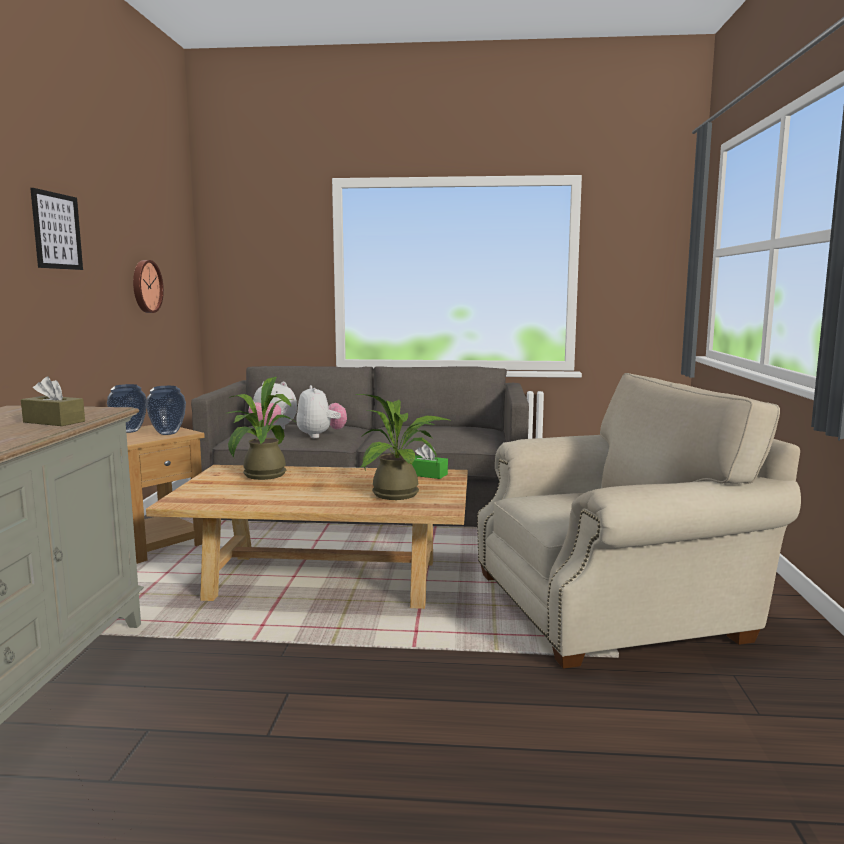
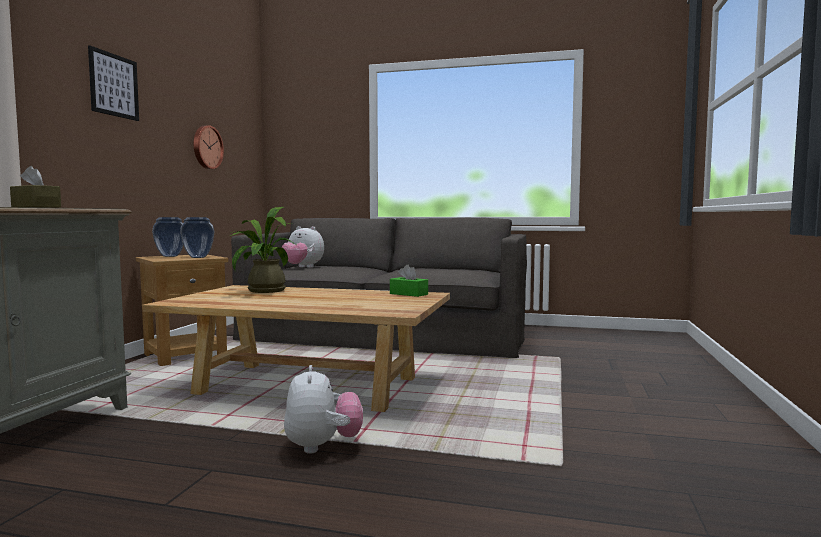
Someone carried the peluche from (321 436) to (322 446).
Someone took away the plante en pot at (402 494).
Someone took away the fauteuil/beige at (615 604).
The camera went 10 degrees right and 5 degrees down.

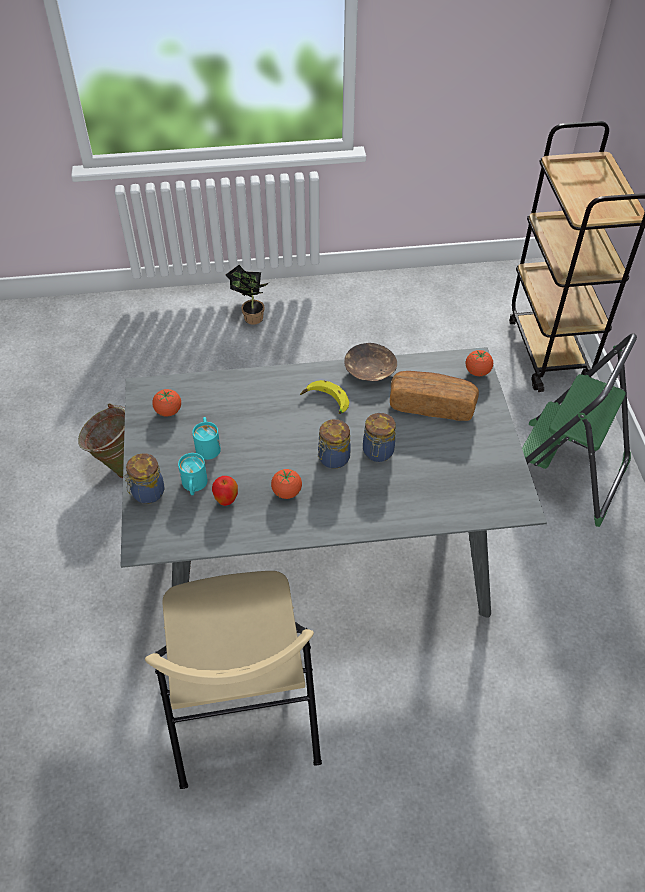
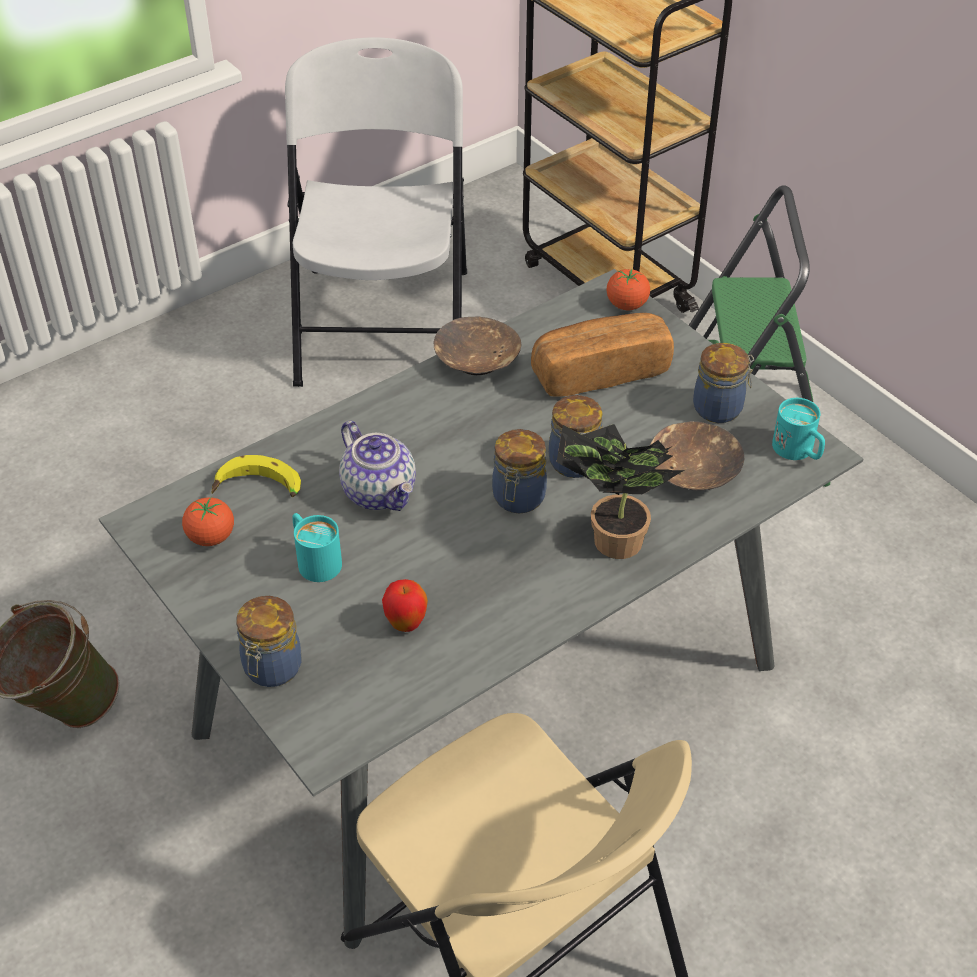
Someone carried the mug/turquoise from (194 486) to (798 452).
Someone carried the plante en pot from (250 317) to (610 542).
Someone took away the tomate at (287 492).
Someone carried the banane from (325 402) to (257 490).
Someone put down the chaise/blanc at (384 327).
Someone put down the théière at (380 492).
Someone put down the bol/marron at (694 469).
Someone put down the bocal at (720 408).
The camera went 30 degrees left and 5 degrees down.

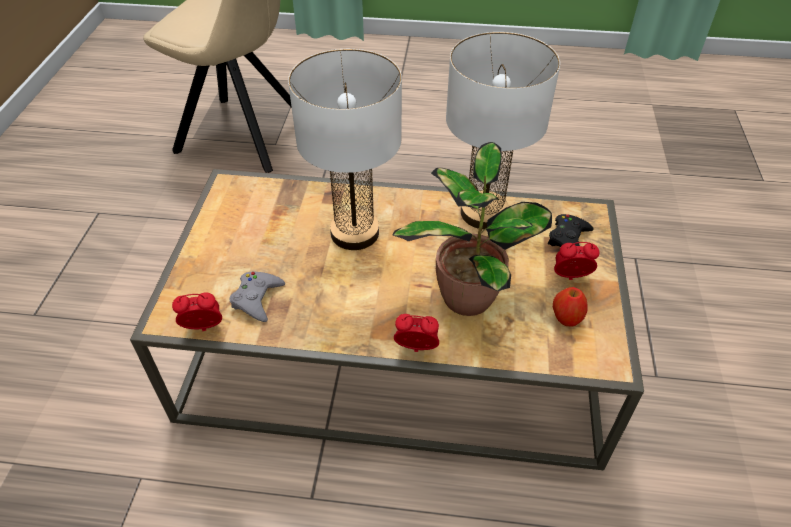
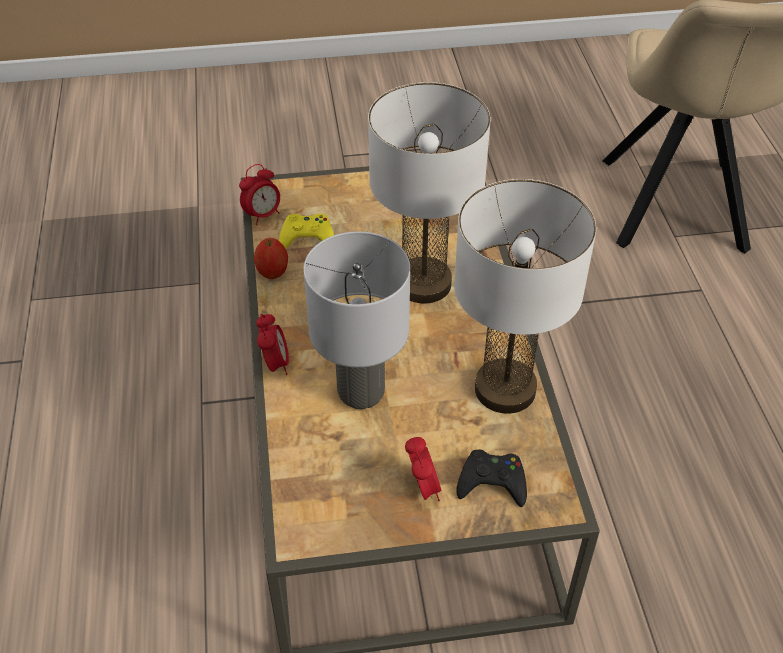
Someone rotated the réveil at (204 328) by 75 degrees clockwise.
Someone repainted the manette/gris at (257 299), which became the manette/jaune at (307 237).
Someone swapped the plante en pot at (467 294) for the lampe de table/blanc at (364 393).
Someone carried the pomme from (566 319) to (273 272).
The camera went 75 degrees right and 0 degrees up.

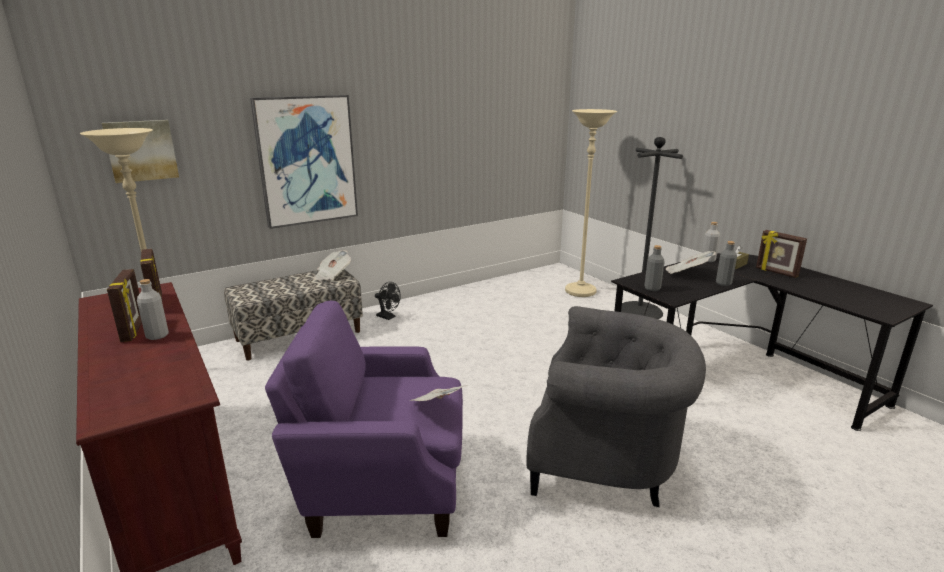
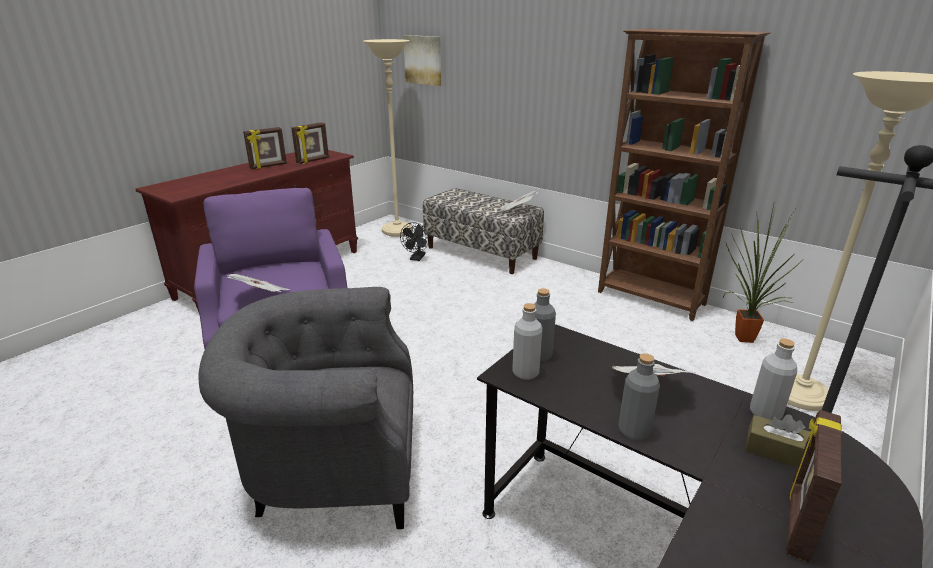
Someone carried the bouteille/gris from (157 336) to (525 372).
Someone took away the tableau at (306 160).
Someone carried the ventilateur/noir from (388 317) to (417 258).
Someone rotated the fauteuil/gris at (604 465) by 90 degrees clockwise.
Someone put down the bibliothèque/marron at (651 299).
Someone put down the plante en pot at (740 338).
The camera went 70 degrees right and 5 degrees up.

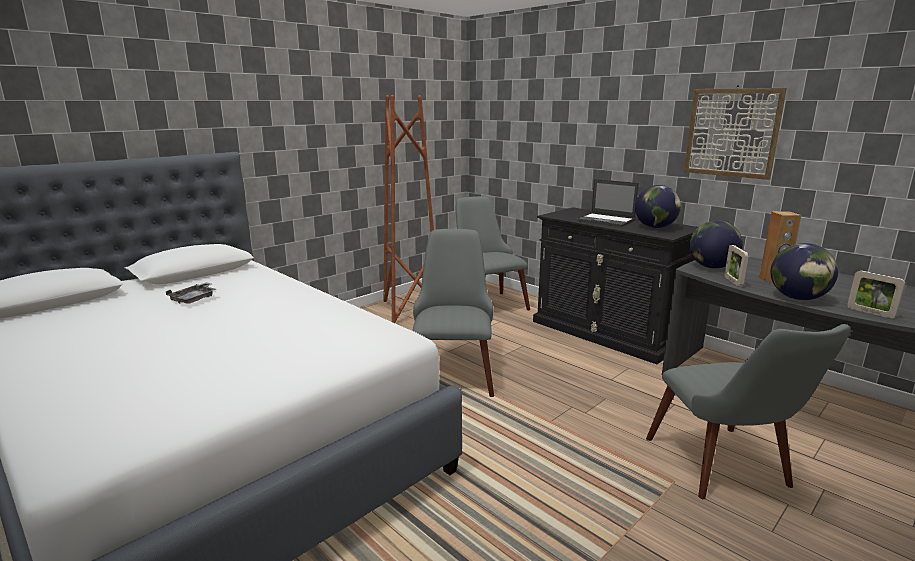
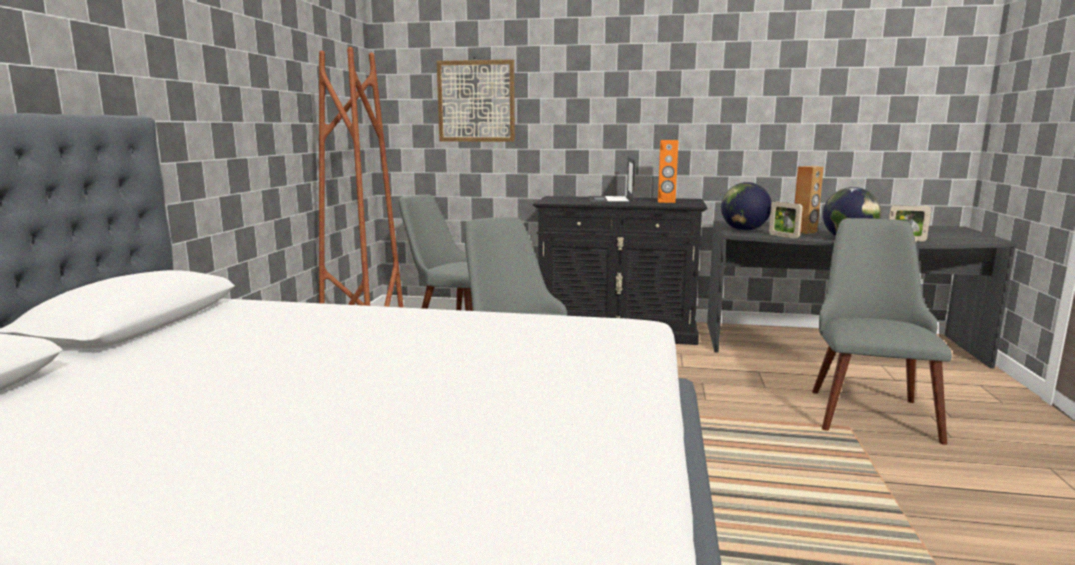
Someone took away the plateau/gris at (194 299).
Someone rotated the ordinateur portable at (606 220) by 90 degrees clockwise.
Someone swapped the globe at (655 227) for the enceinte/orange at (666 201).
Someone rotated the chaise/gris at (727 471) by 120 degrees counterclockwise.
Someone carried the tableau from (732 131) to (476 100).
The camera went 35 degrees left and 5 degrees down.

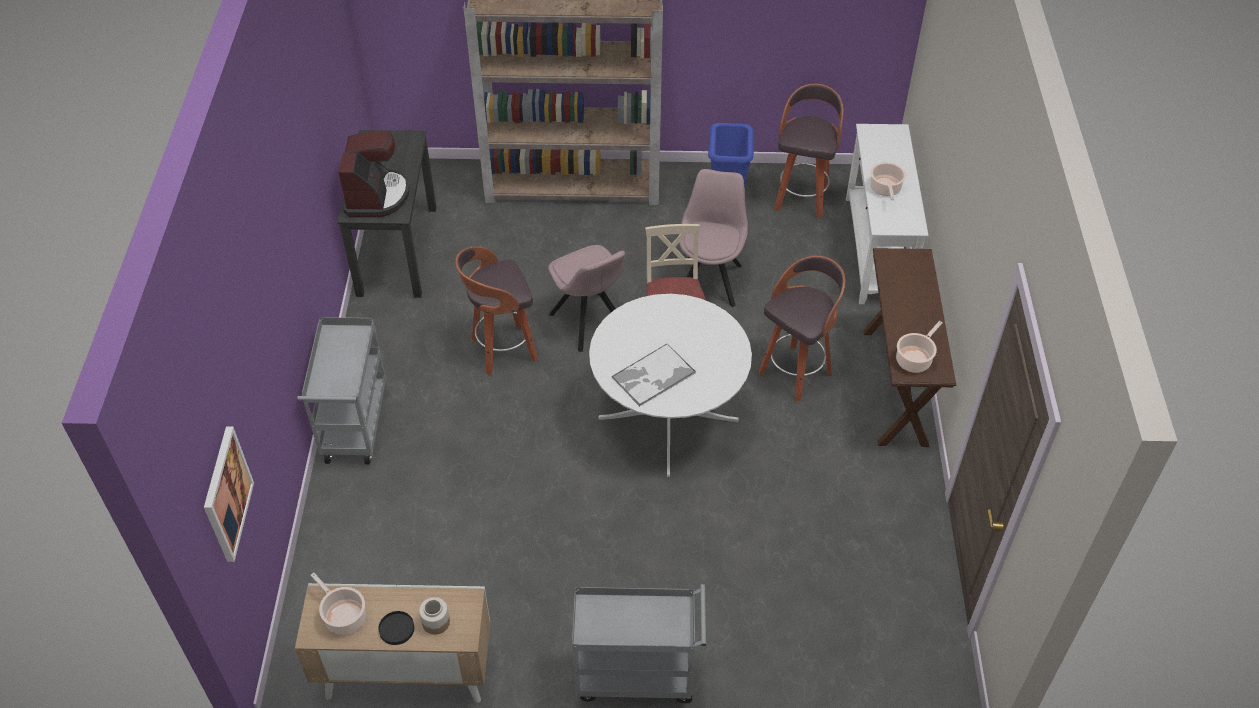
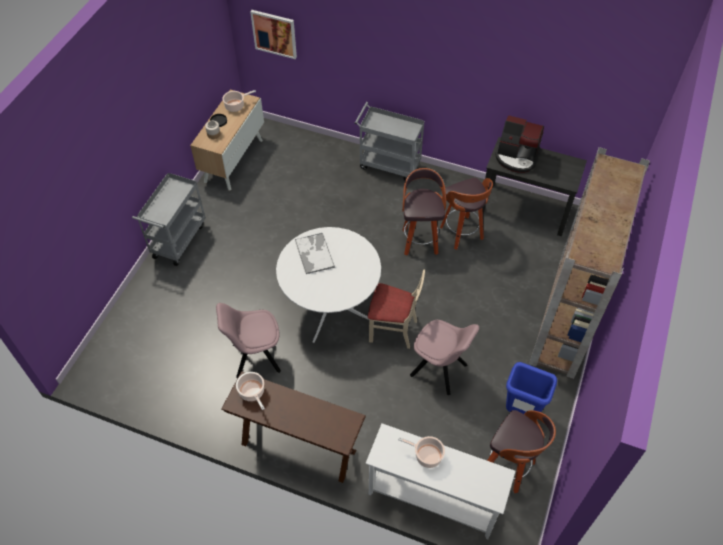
Someone carried the chaise/rose from (589 322) to (256 357).
Someone carried the tabouret from (796 372) to (462 234).
The camera went 110 degrees right and 5 degrees up.

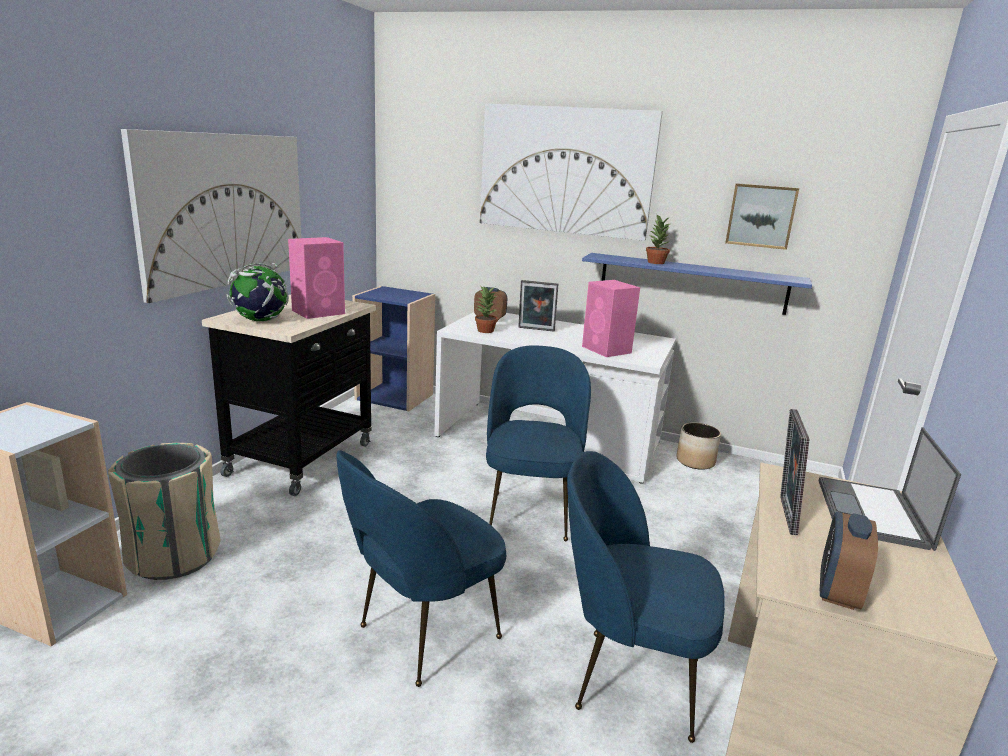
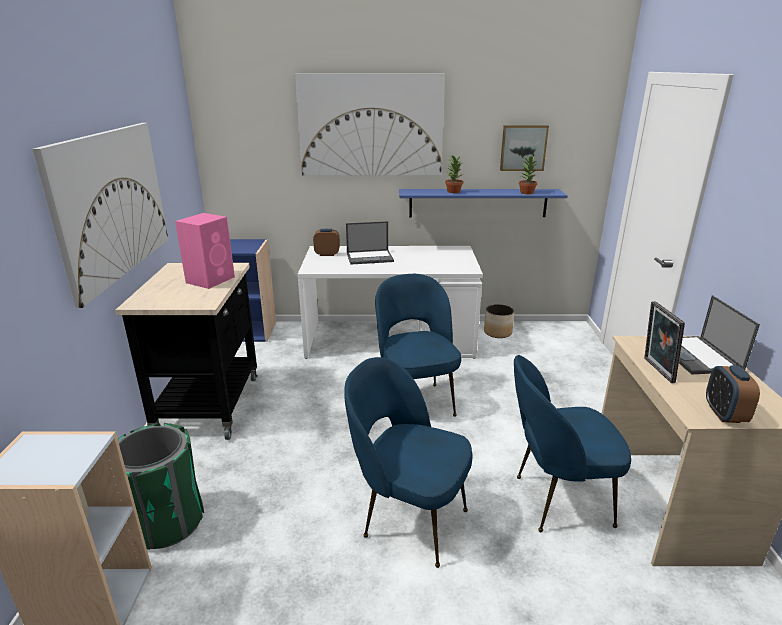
Someone repainted the poubelle/beige at (173 556), which became the poubelle/vert at (165 522).
Someone took away the globe at (260 320).
Someone rotated the chaise/bleu at (420 637) by 90 degrees clockwise.
Someone carried the plante en pot from (485 330) to (526 193).
Someone swapped the cadre photo at (536 329) for the ordinateur portable at (370 257).
Someone took away the enceinte/rose at (607 350).
The camera went 20 degrees left and 5 degrees up.

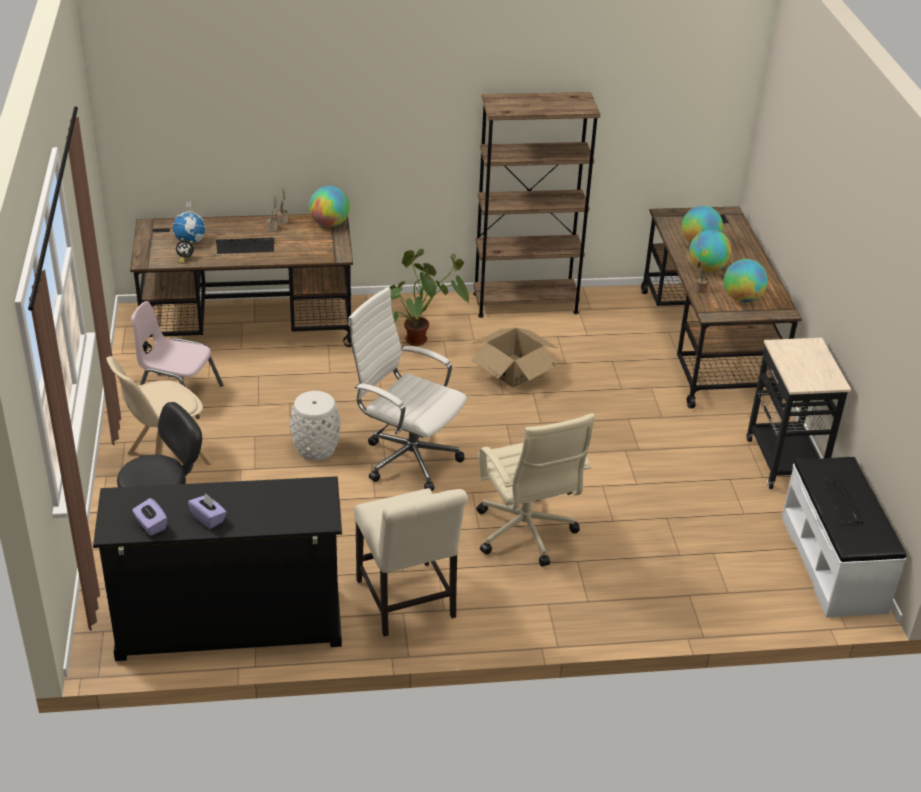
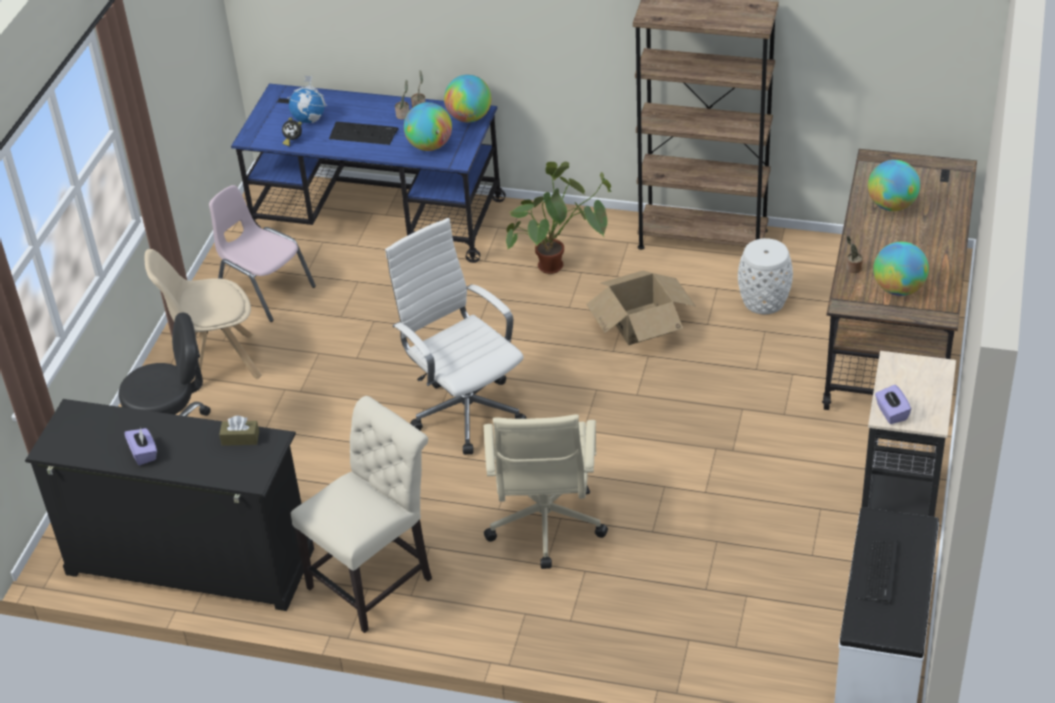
Someone repainted the bureau/marron at (248 325), which became the bureau/bleu at (377 217).
Someone carried the boîte à mouchoirs/violet from (150 525) to (891 413).
Someone carried the tabouret/blanc from (316 449) to (764 301).
Someone rotated the chaise/beige at (407 604) by 135 degrees counterclockwise.
Someone carried the globe from (707 268) to (430 146).
Someone put down the boîte à mouchoirs/marron at (240 438).
The camera went 25 degrees right and 5 degrees up.

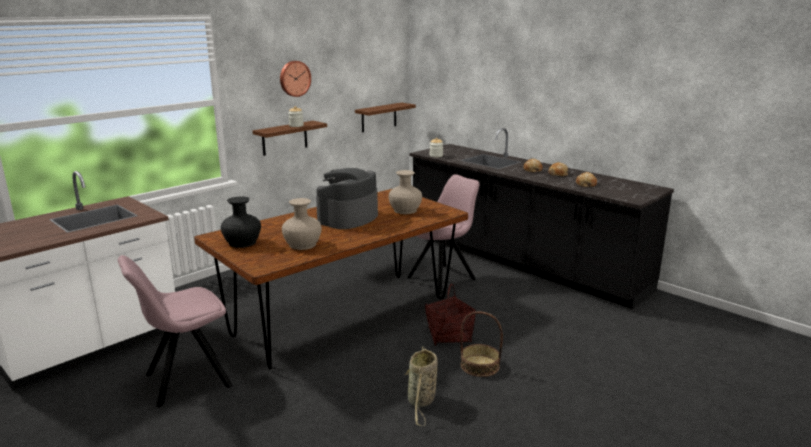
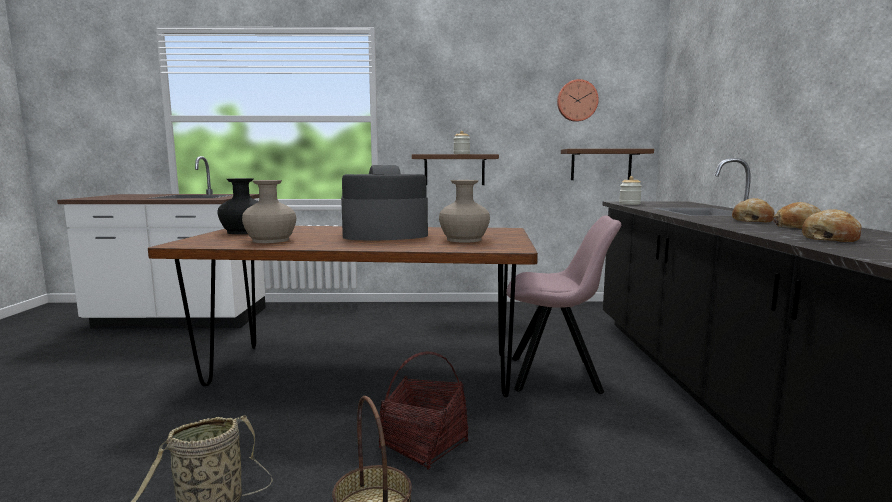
Someone took away the chaise/rose at (187 380).
Someone carried the horloge murale from (294 78) to (577 101).
The camera went 45 degrees right and 10 degrees down.

